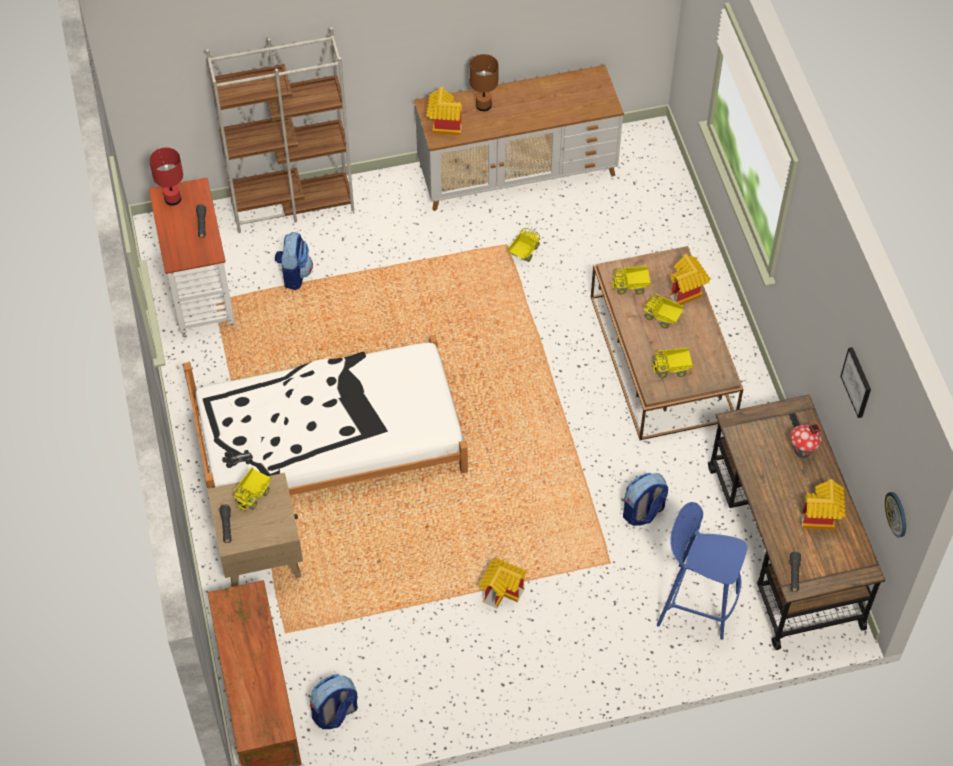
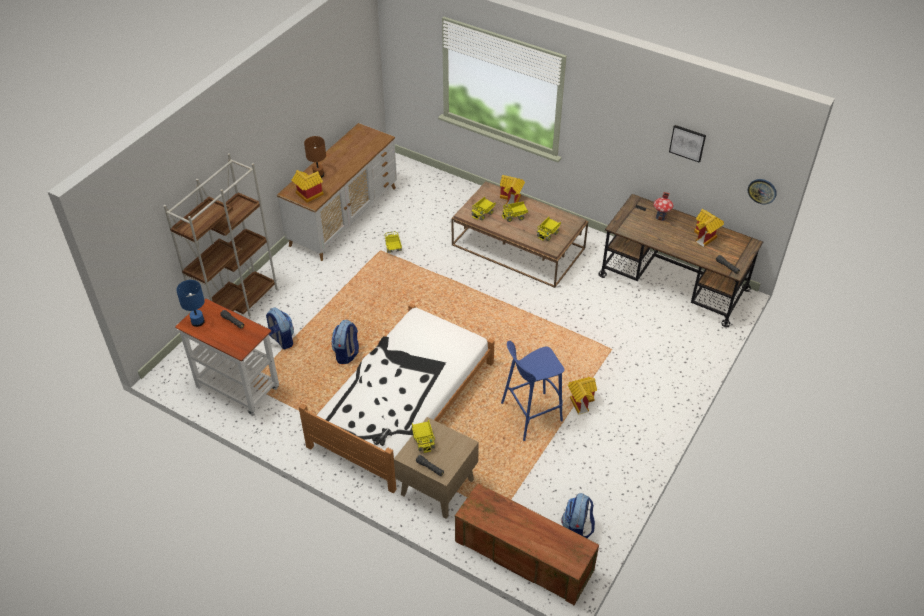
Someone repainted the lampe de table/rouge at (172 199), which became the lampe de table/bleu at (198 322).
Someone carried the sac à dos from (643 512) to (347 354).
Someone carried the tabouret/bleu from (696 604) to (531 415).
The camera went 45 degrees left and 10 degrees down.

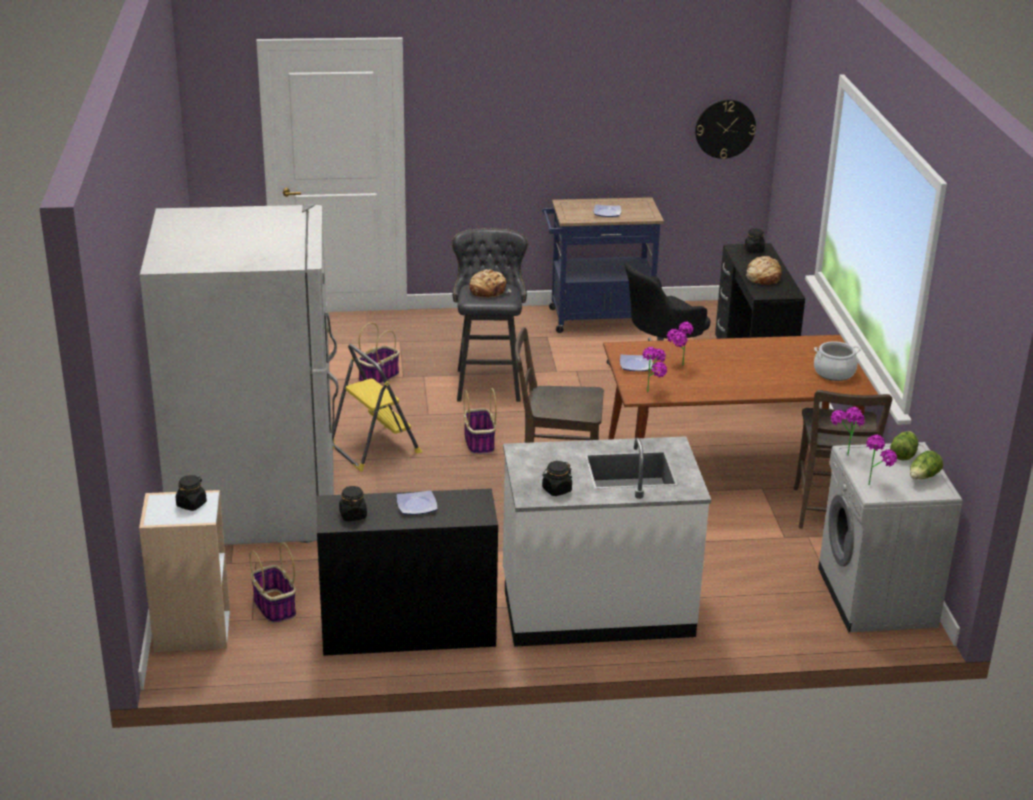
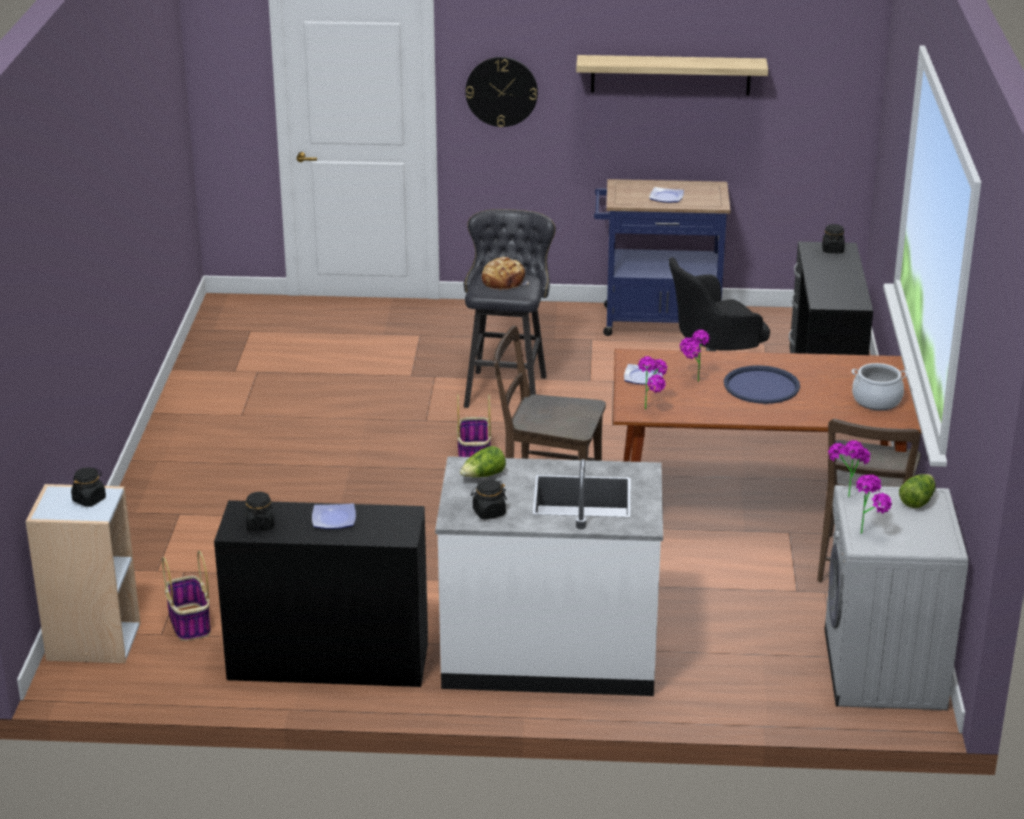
Someone took away the réfrigérateur/blanc at (255 505).
Someone took away the escabeau/jaune at (371 449).
Someone took away the panier at (379 377).
Someone carried the horloge murale from (725 128) to (501 91).
Someone took away the pain at (763 277).
Someone carried the laitue from (923 477) to (483 476).
Someone put up the étagère at (670 75).
Someone put down the plateau/bleu at (761 386).
The camera went 10 degrees right and 0 degrees up.

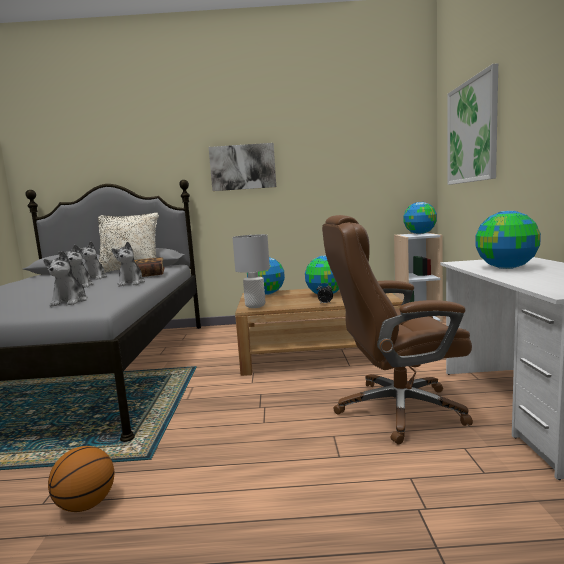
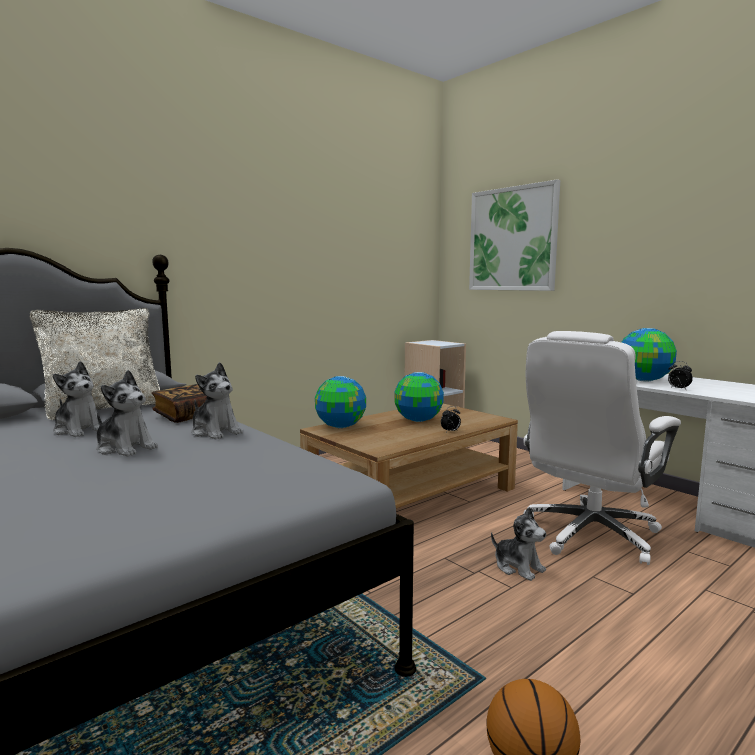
Someone carried the peluche from (70 302) to (518 567).
Someone took away the tableau at (243 167).
Someone took away the lampe de table/gris at (255 307).
Someone repainted the chaise de bureau/marron at (396 410), which became the chaise de bureau/blanc at (589 534).
Someone took away the globe at (419 233).
Someone put down the réveil at (678 389).
The camera went 40 degrees left and 0 degrees up.

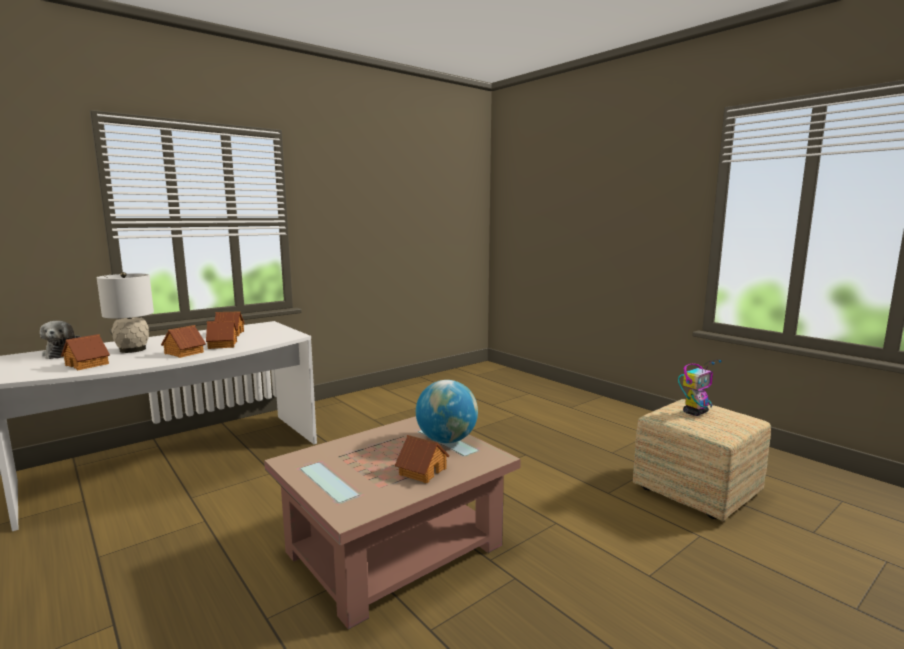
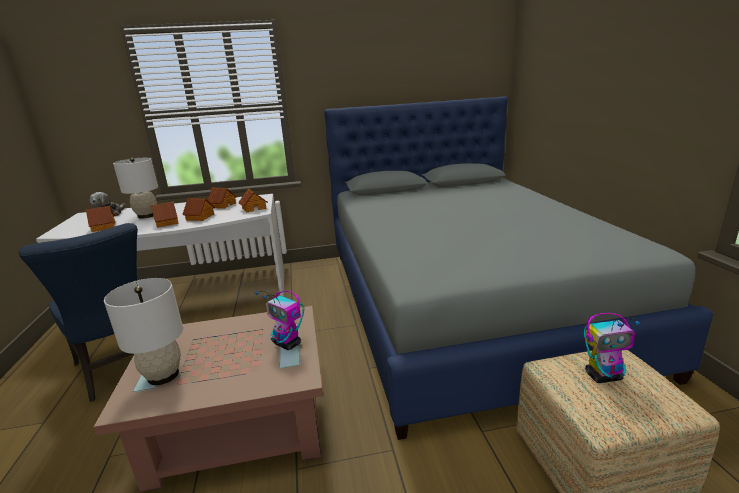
Someone carried the maison miniature from (422 471) to (254 208).
Someone swapped the globe at (446 440) for the robot jouet at (288 344).
Someone put down the chaise/bleu at (123 369).
Someone put down the lampe de table/blanc at (163 375).
Someone put down the lit/gris at (463 302).
The camera went 30 degrees right and 10 degrees up.

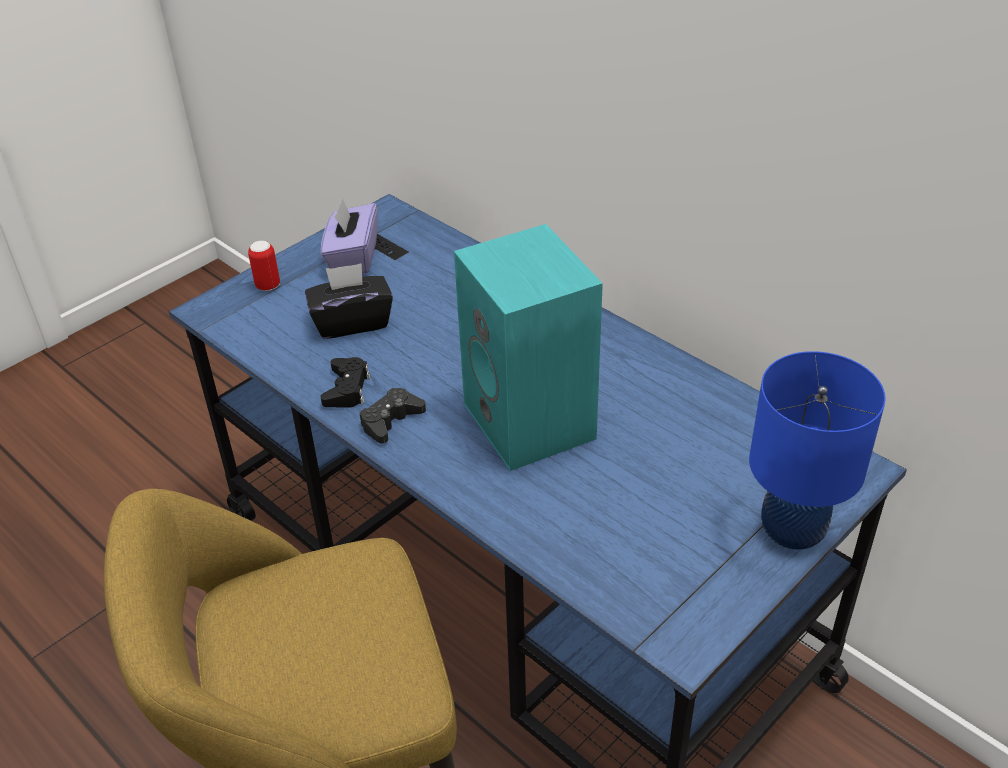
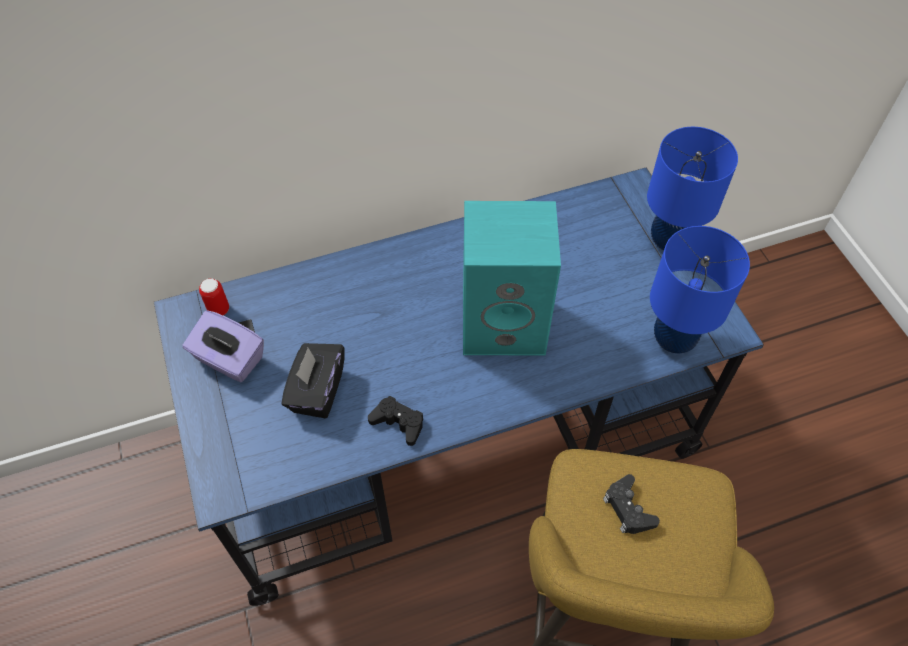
Someone carried the boîte métallique from (268 286) to (219 310).
Someone carried the manette/noir from (391 421) to (628 509).
Someone put down the lampe de table/bleu at (676 340).
The camera went 65 degrees left and 15 degrees up.

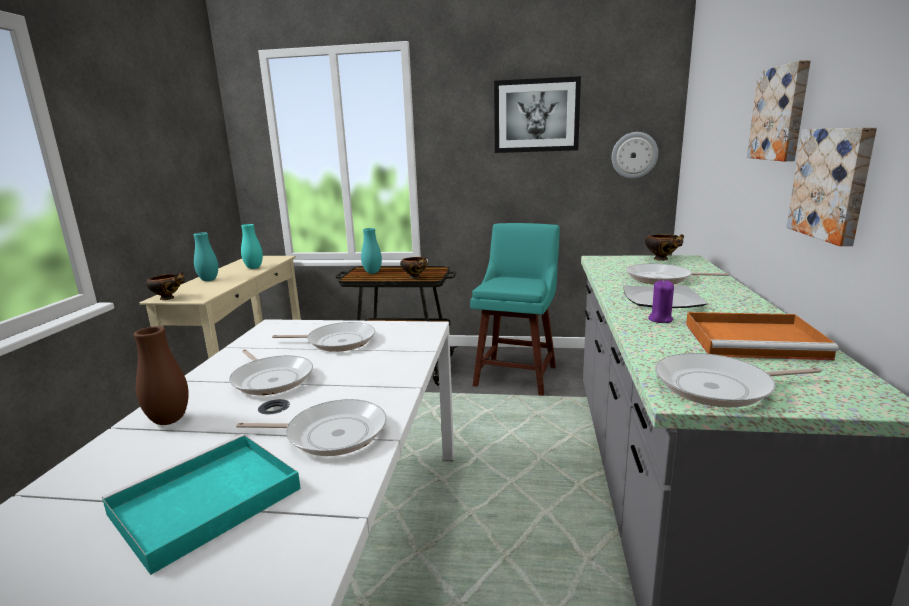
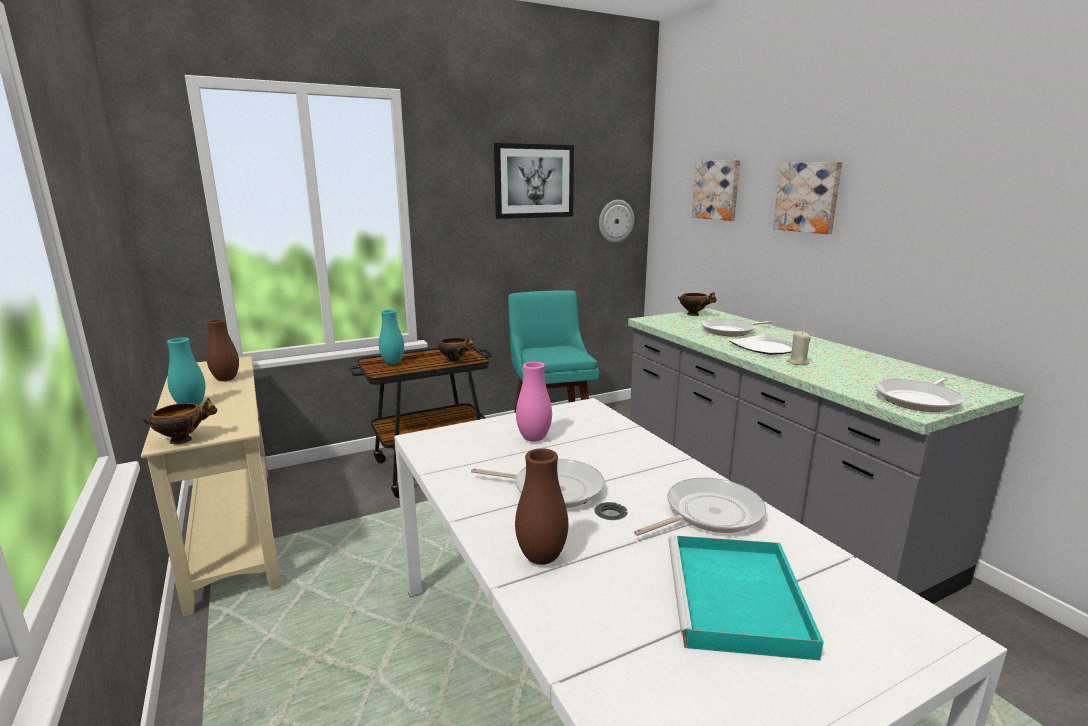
Someone repainted the vase/turquoise at (254 268), which became the vase/marron at (226 379).
Someone swapped the poêle at (337 341) for the vase/rose at (534 438).
Someone repainted the bougie/violet at (660 319), which became the bougie/beige at (797 362).
Someone took away the plateau/orange at (756 340).
Someone carried the tableau from (833 183) to (717 190).
The camera went 35 degrees left and 0 degrees up.

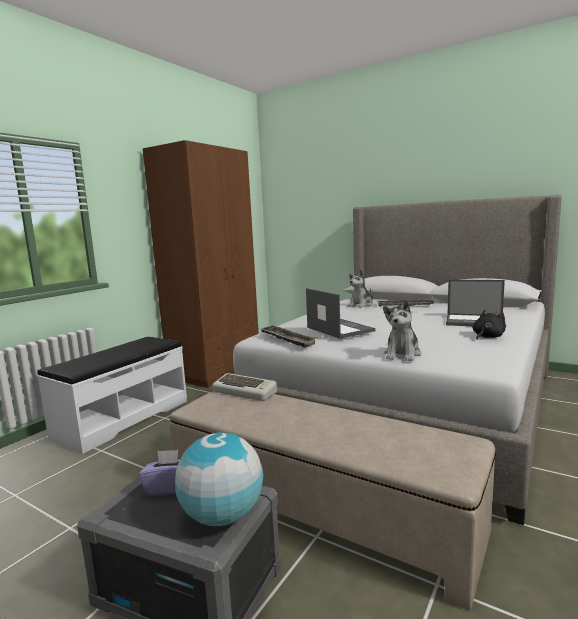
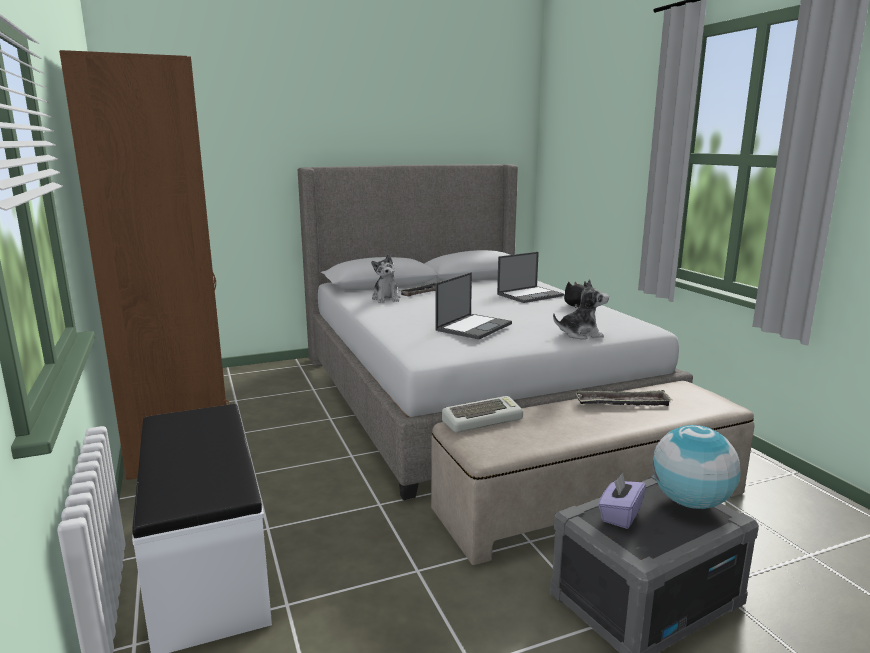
Someone carried the plateau from (287 339) to (622 403).
Someone rotated the ordinateur portable at (339 329) by 120 degrees clockwise.
Someone rotated the peluche at (402 354) by 60 degrees counterclockwise.
The camera went 55 degrees left and 5 degrees up.

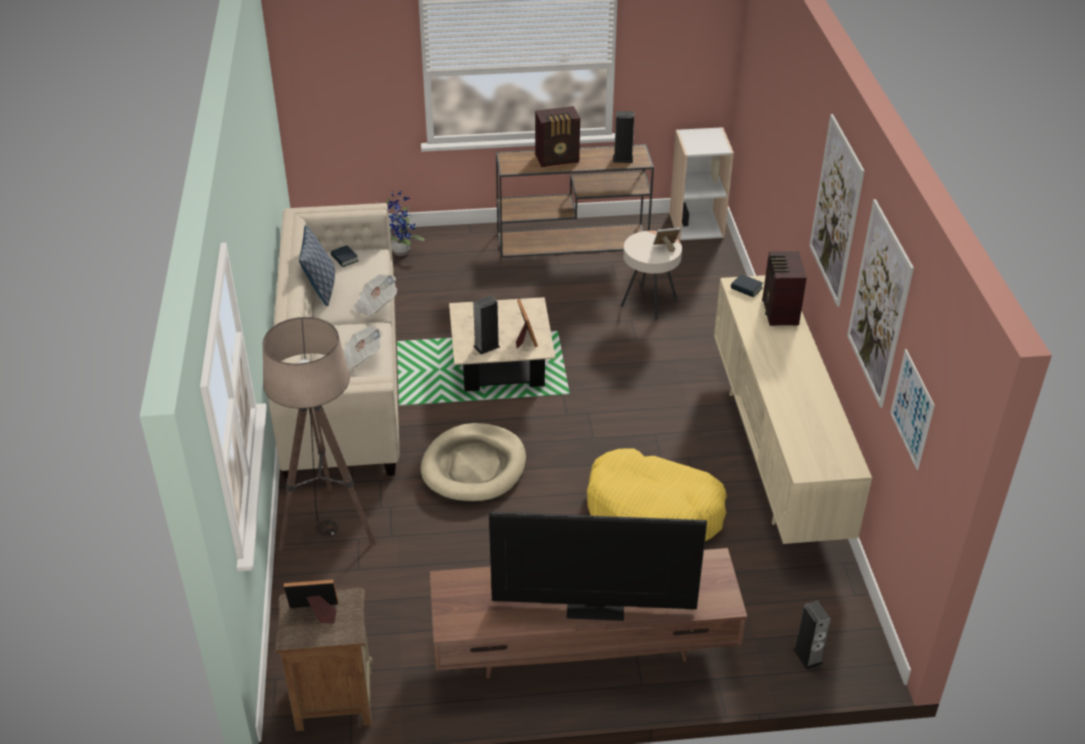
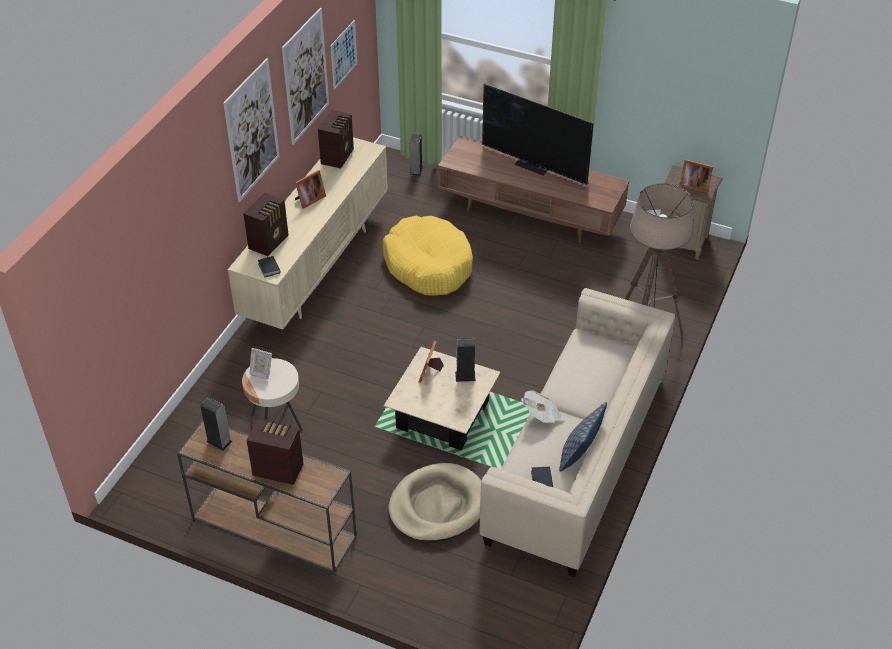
Someone took away the journal at (359 358).
Someone took away the plante en pot at (400 250).
Someone carried the panier pour chien/beige from (474 467) to (437 506).
Someone took away the bibliothèque at (697 225).
Someone put down the cadre photo at (309 200).
Someone put down the radio at (338 156).
The camera went 150 degrees left and 5 degrees up.

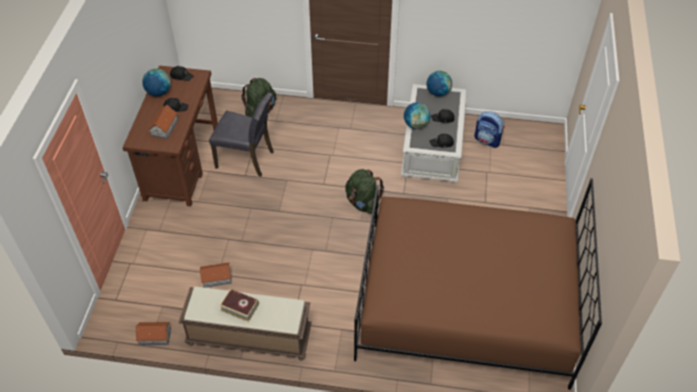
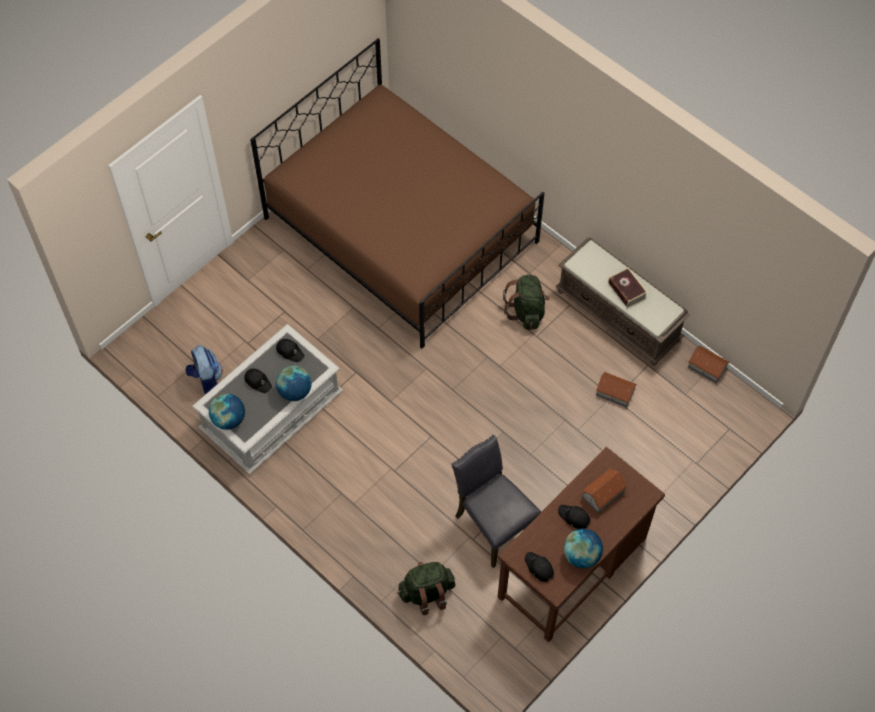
Someone carried the sac à dos/vert from (363 203) to (526 311).
The camera went 145 degrees left and 10 degrees up.

